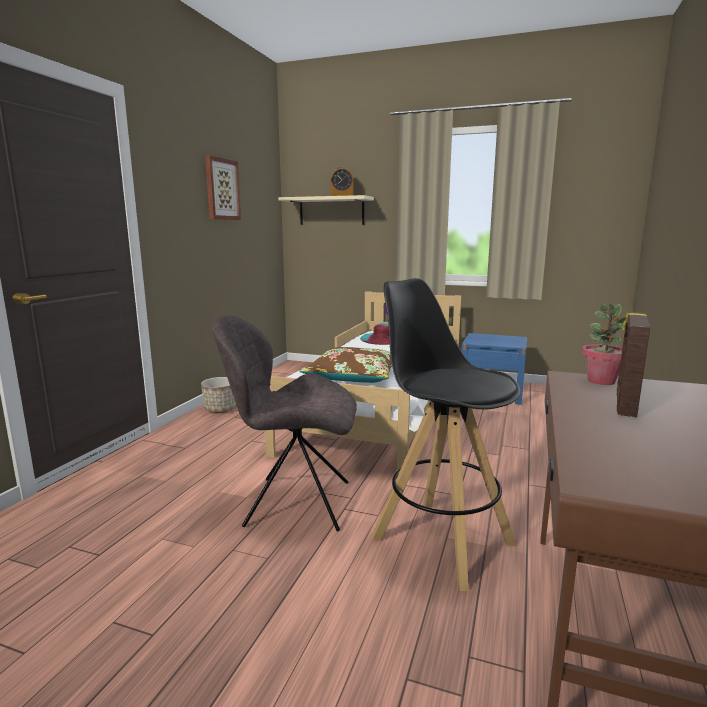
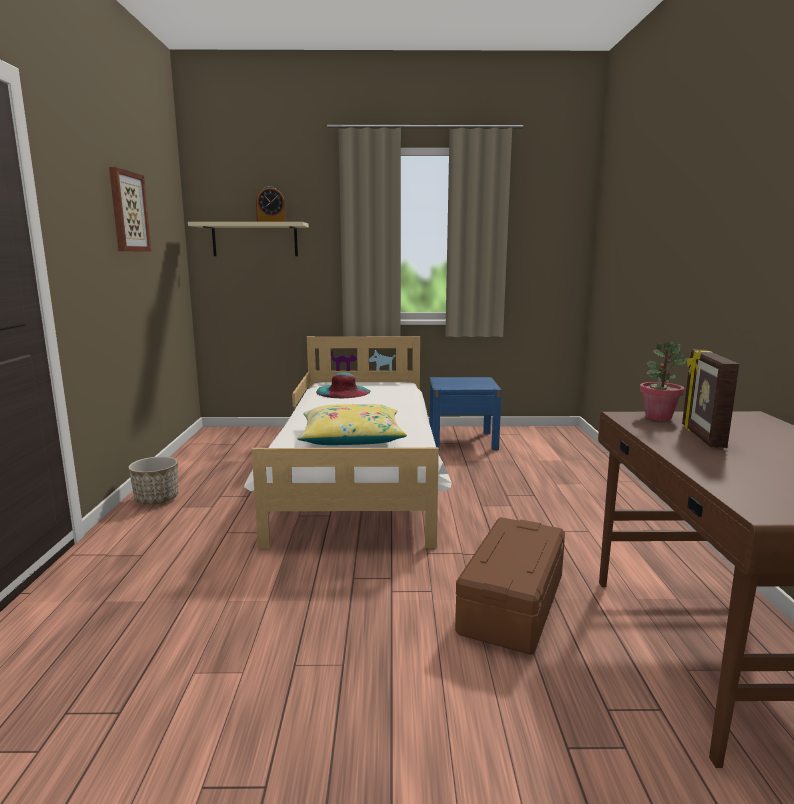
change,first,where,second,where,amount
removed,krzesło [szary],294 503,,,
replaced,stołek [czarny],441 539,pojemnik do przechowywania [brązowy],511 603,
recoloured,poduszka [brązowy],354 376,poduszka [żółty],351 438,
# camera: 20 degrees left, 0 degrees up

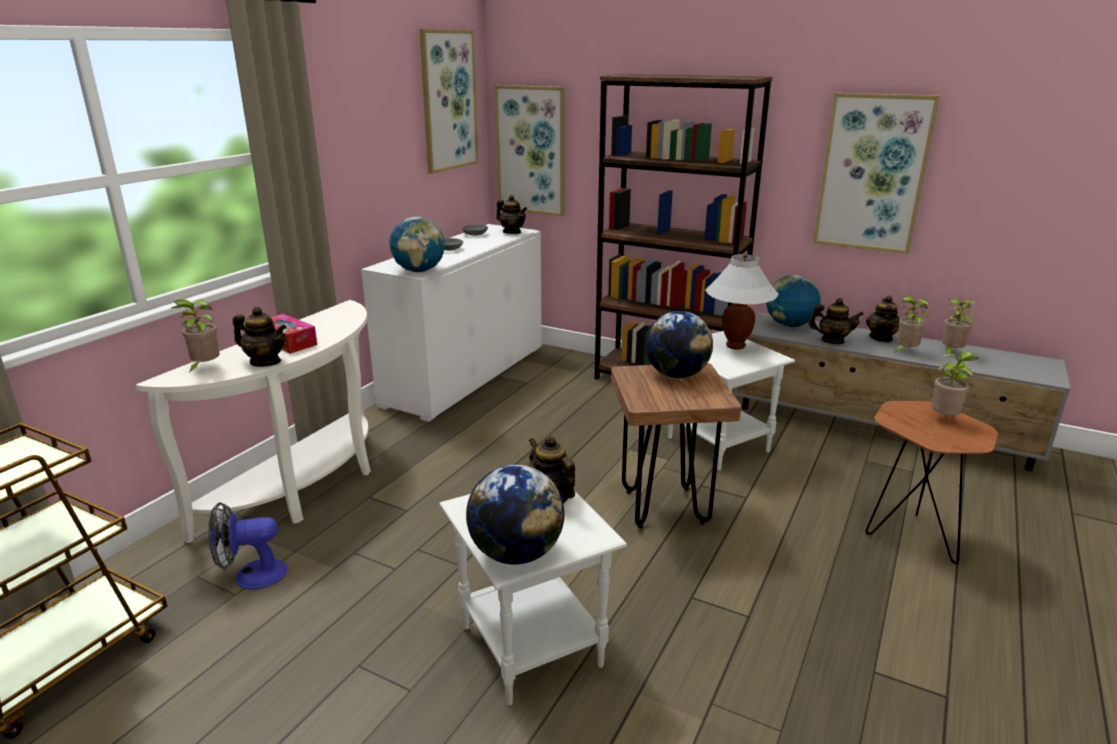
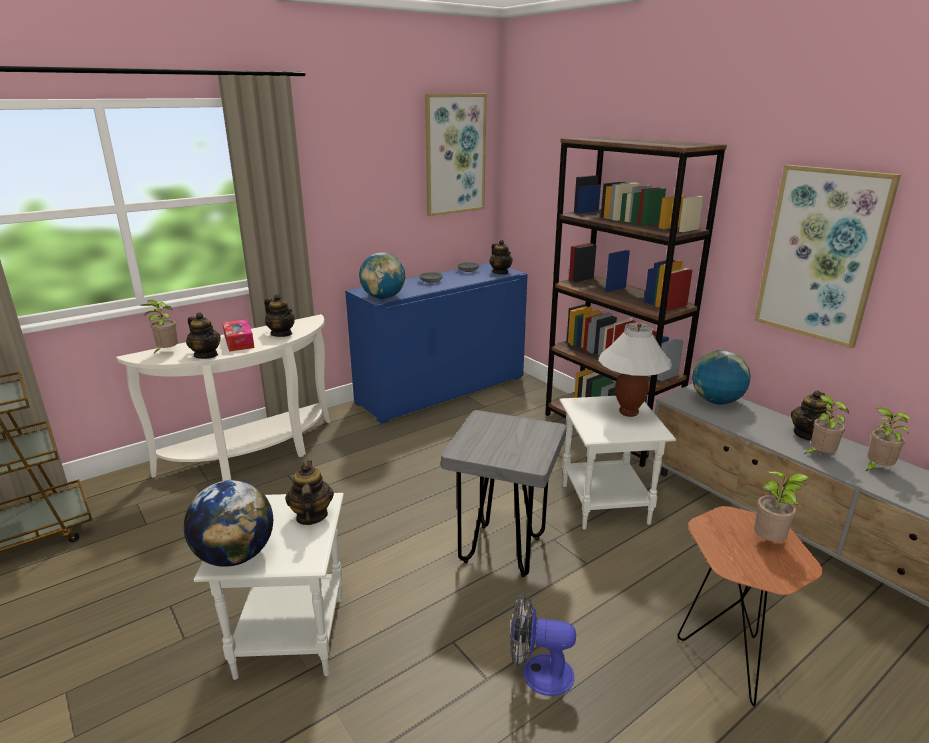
change,first,where,second,where,amount
removed,obraz,531 150,,,
removed,globus,676 374,,,
moved,wentylator,251 575,,538 673,
moved,imbryk,832 341,,281 334,
recoloured,szafka [biały],466 375,szafka [niebieski],442 390,
recoloured,stołek [brązowy],664 507,stołek [szary],502 550,
# camera: 25 degrees right, 0 degrees up

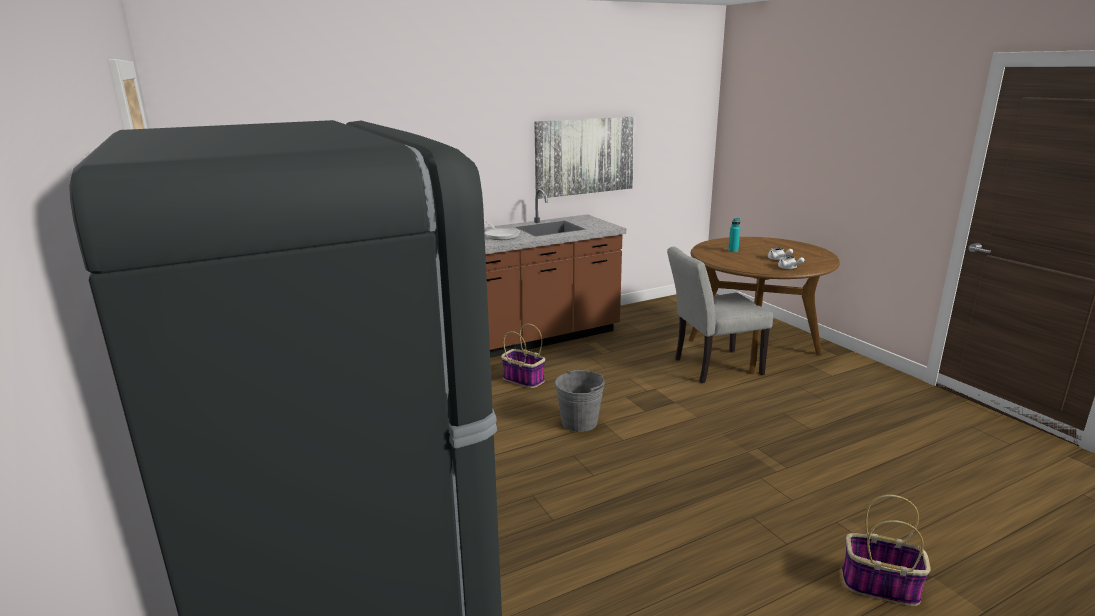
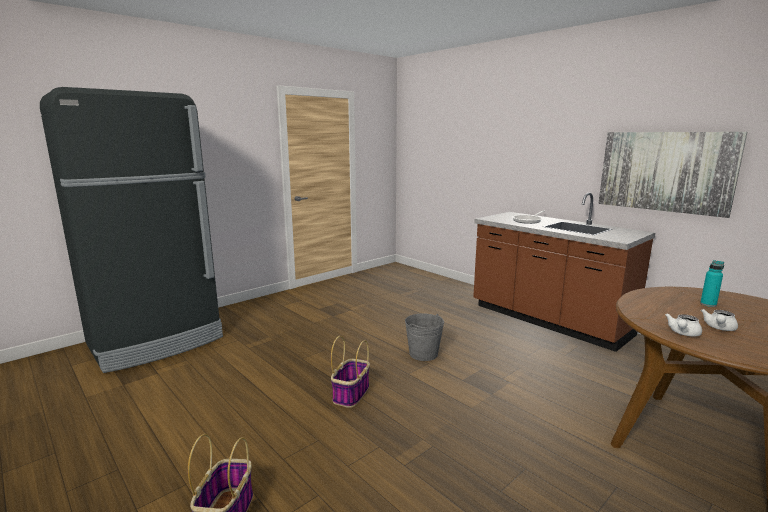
change,first,where,second,where,amount
removed,krzesło [szary],711 367,,,
moved,koszyk,522 379,,351 393,
# camera: 75 degrees right, 5 degrees down

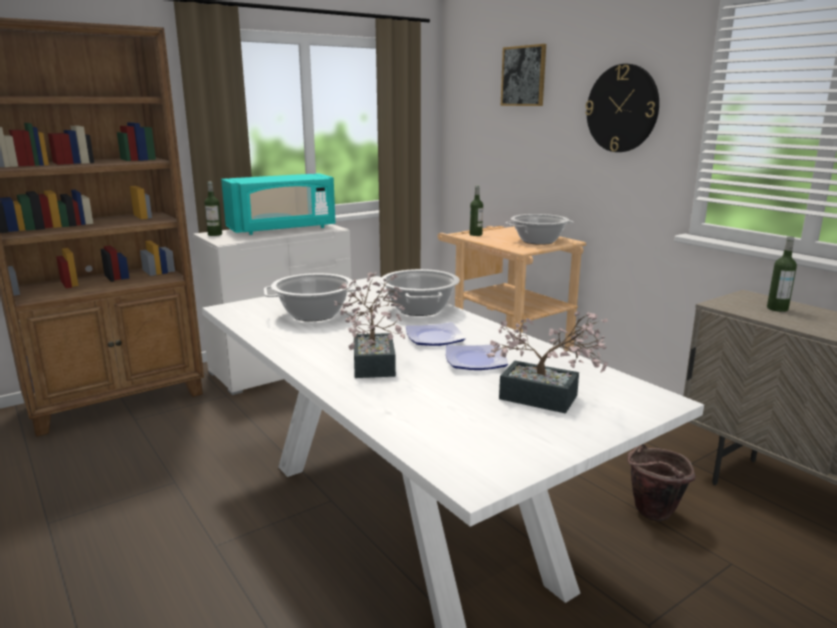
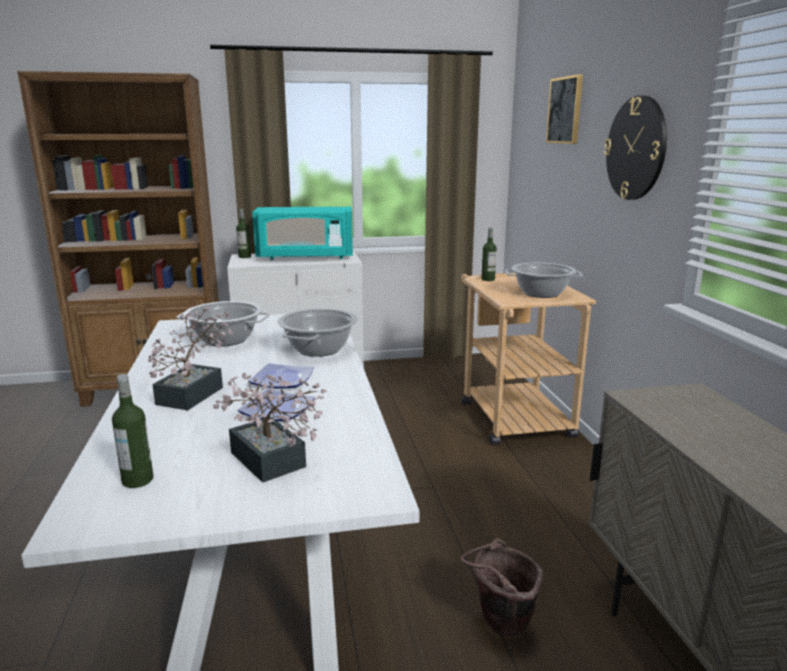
change,first,where,second,where,amount
moved,butelka,777 308,,137 480,
# camera: 25 degrees right, 0 degrees up

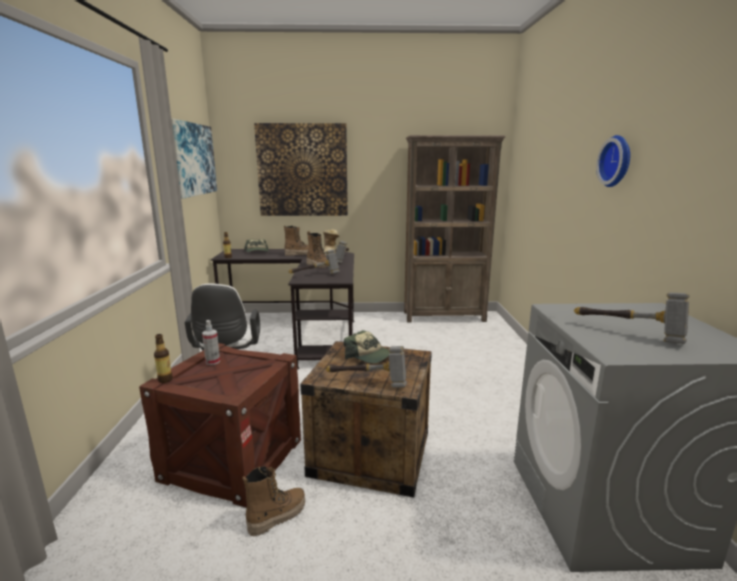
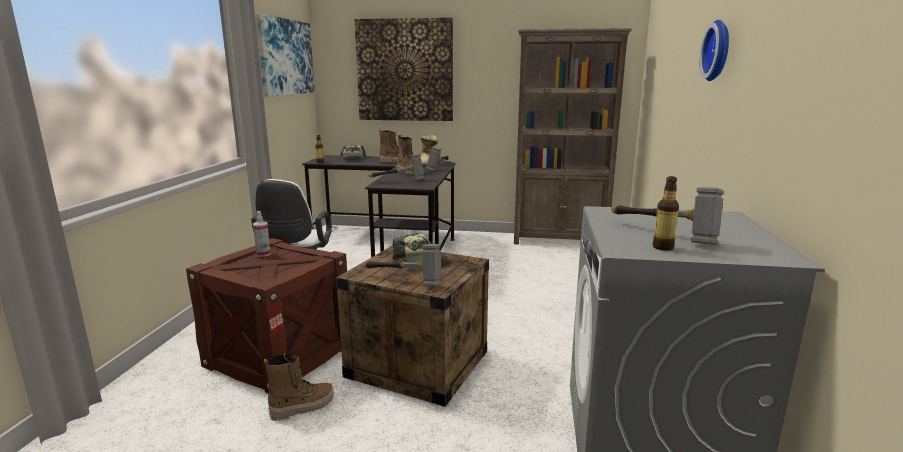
change,first,where,second,where,amount
moved,butelka,165 380,,663 247,
# camera: 10 degrees right, 0 degrees up

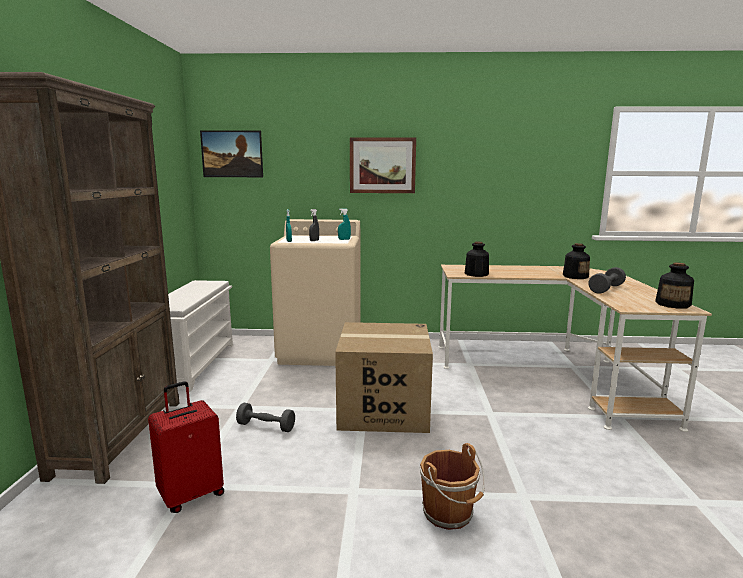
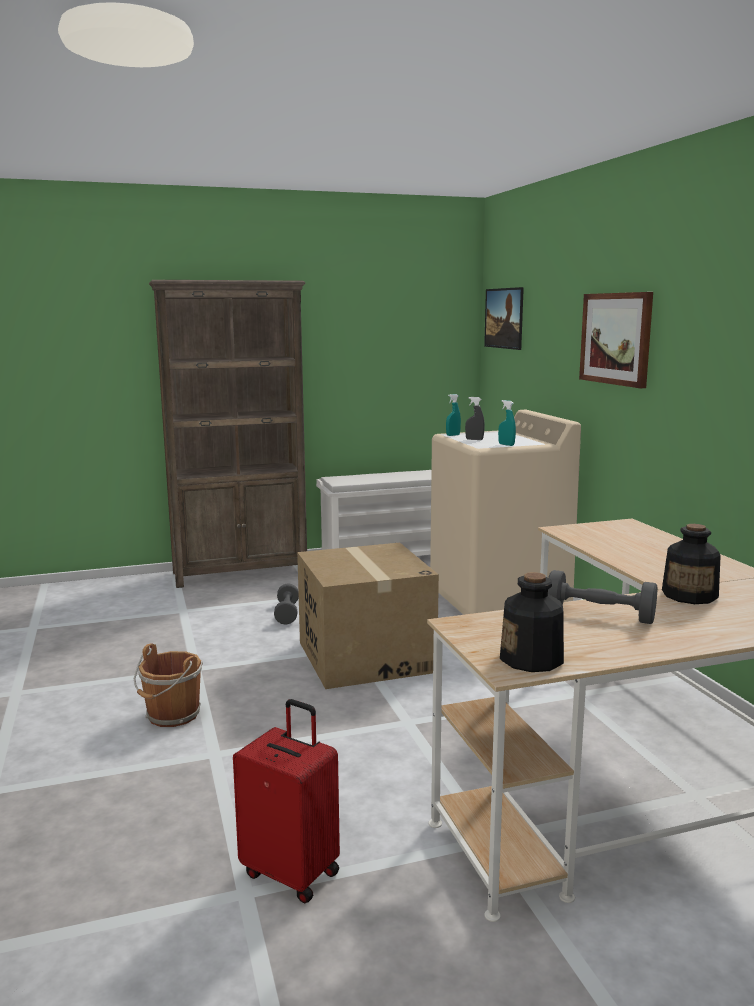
change,first,where,second,where,amount
removed,butelka,476 274,,,
moved,walizka [czerwony],191 495,,292 872,
# camera: 70 degrees right, 0 degrees up

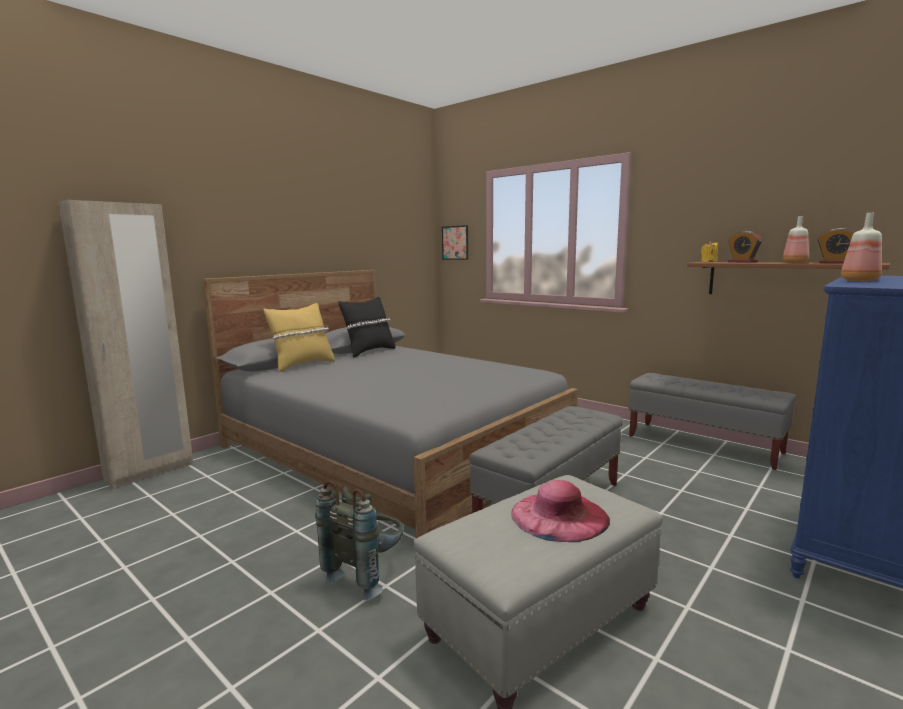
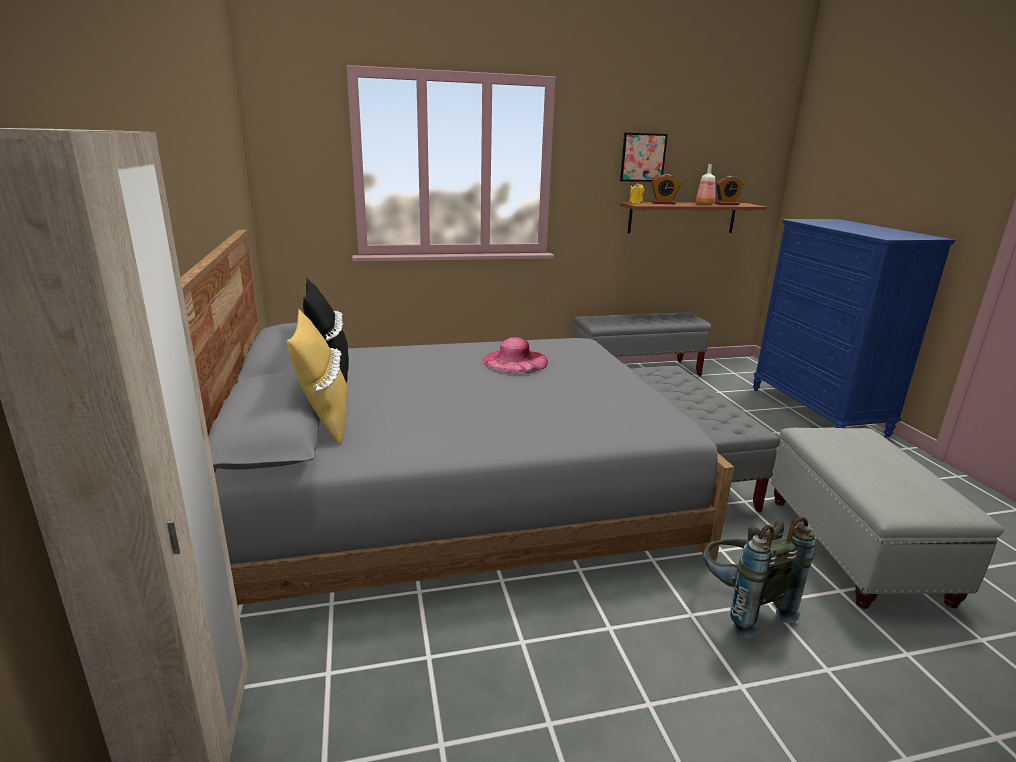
change,first,where,second,where,amount
removed,butelka,859 280,,,
moved,obraz,455 242,,643 157,
moved,kapelusz [różowy],559 515,,515 361,
# camera: 55 degrees left, 10 degrees up

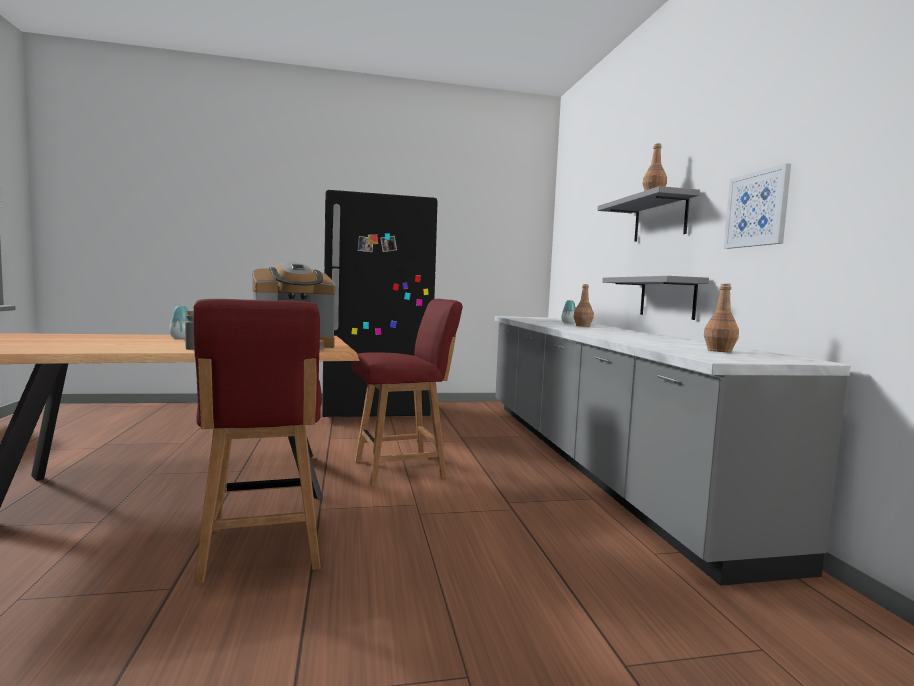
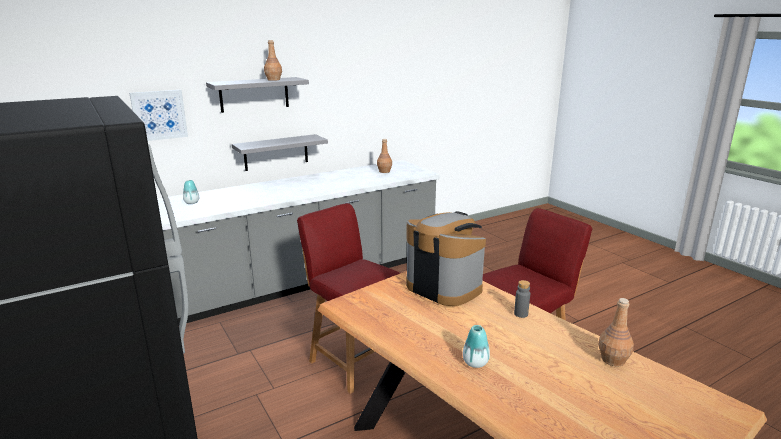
change,first,where,second,where,amount
moved,butelka [brązowy],583 326,,612 359,
moved,obraz,757 209,,159 115,
# camera: 110 degrees left, 15 degrees up

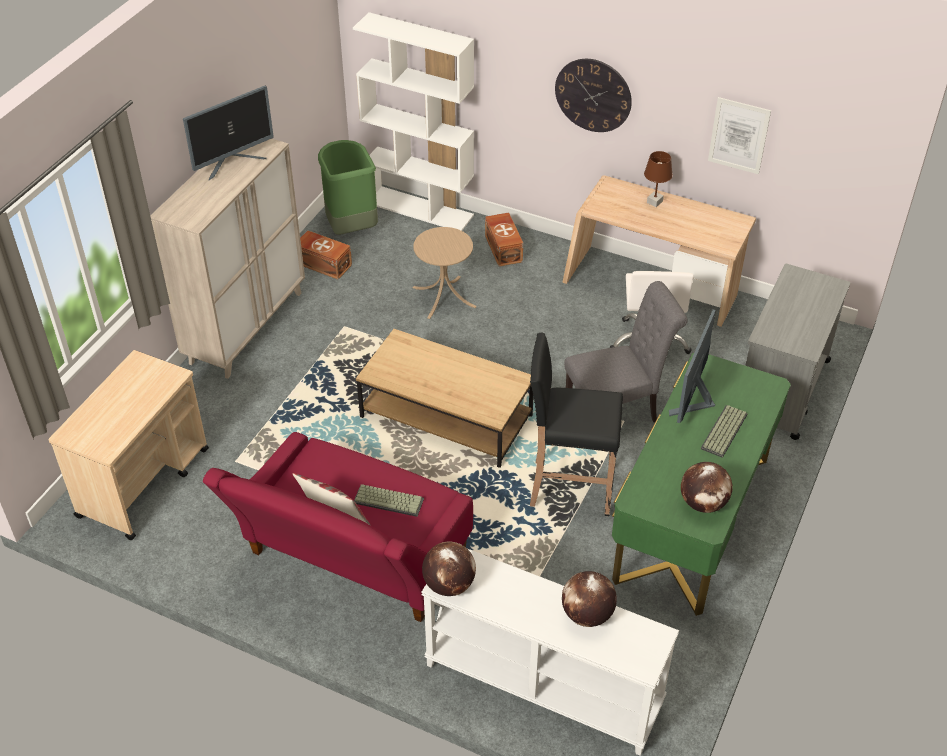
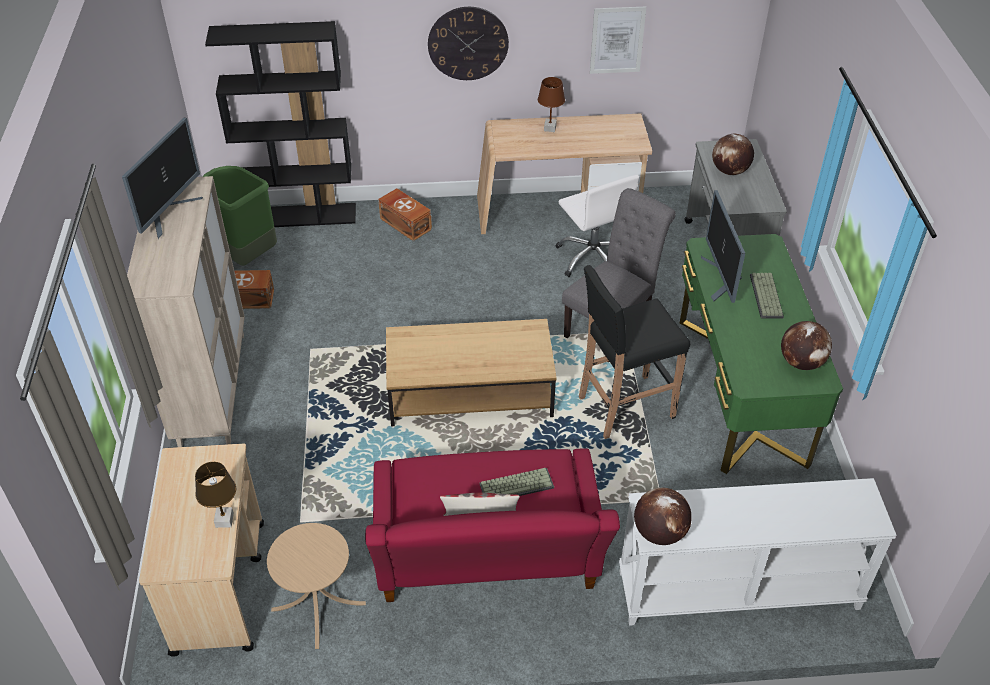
change,first,where,second,where,amount
added,,,lampa stołowa [brązowy],225 520,
moved,stolik [beżowy],444 297,,318 606,
moved,globus,587 615,,730 171,
recoloured,regał [biały],420 209,regał [czarny],301 215,
# camera: 30 degrees left, 0 degrees up

